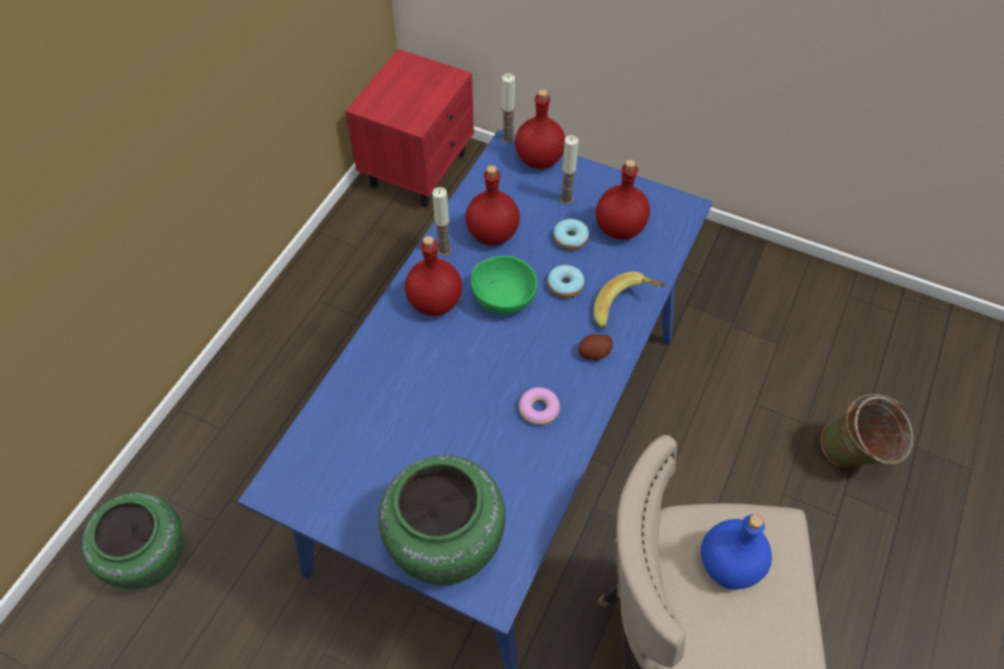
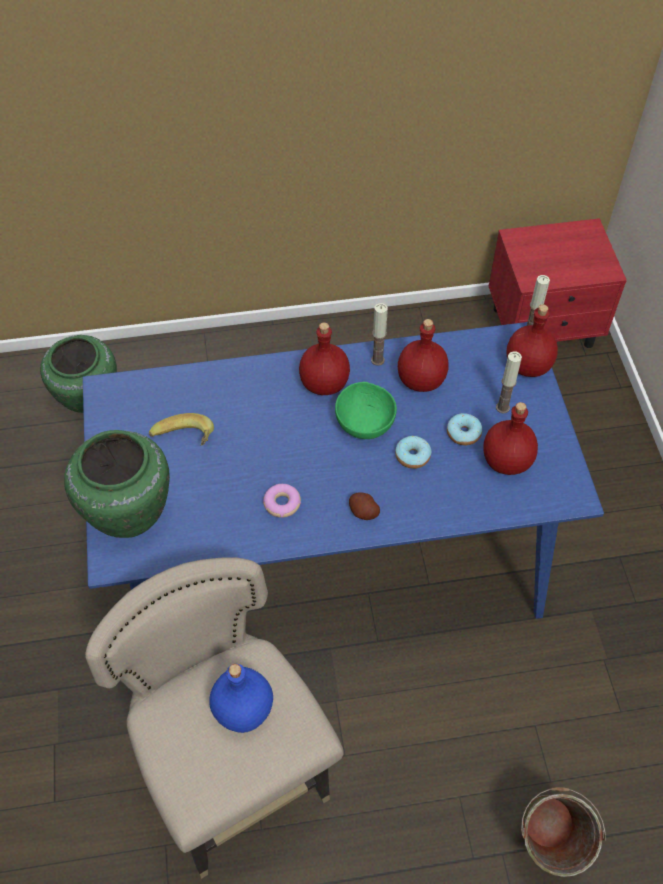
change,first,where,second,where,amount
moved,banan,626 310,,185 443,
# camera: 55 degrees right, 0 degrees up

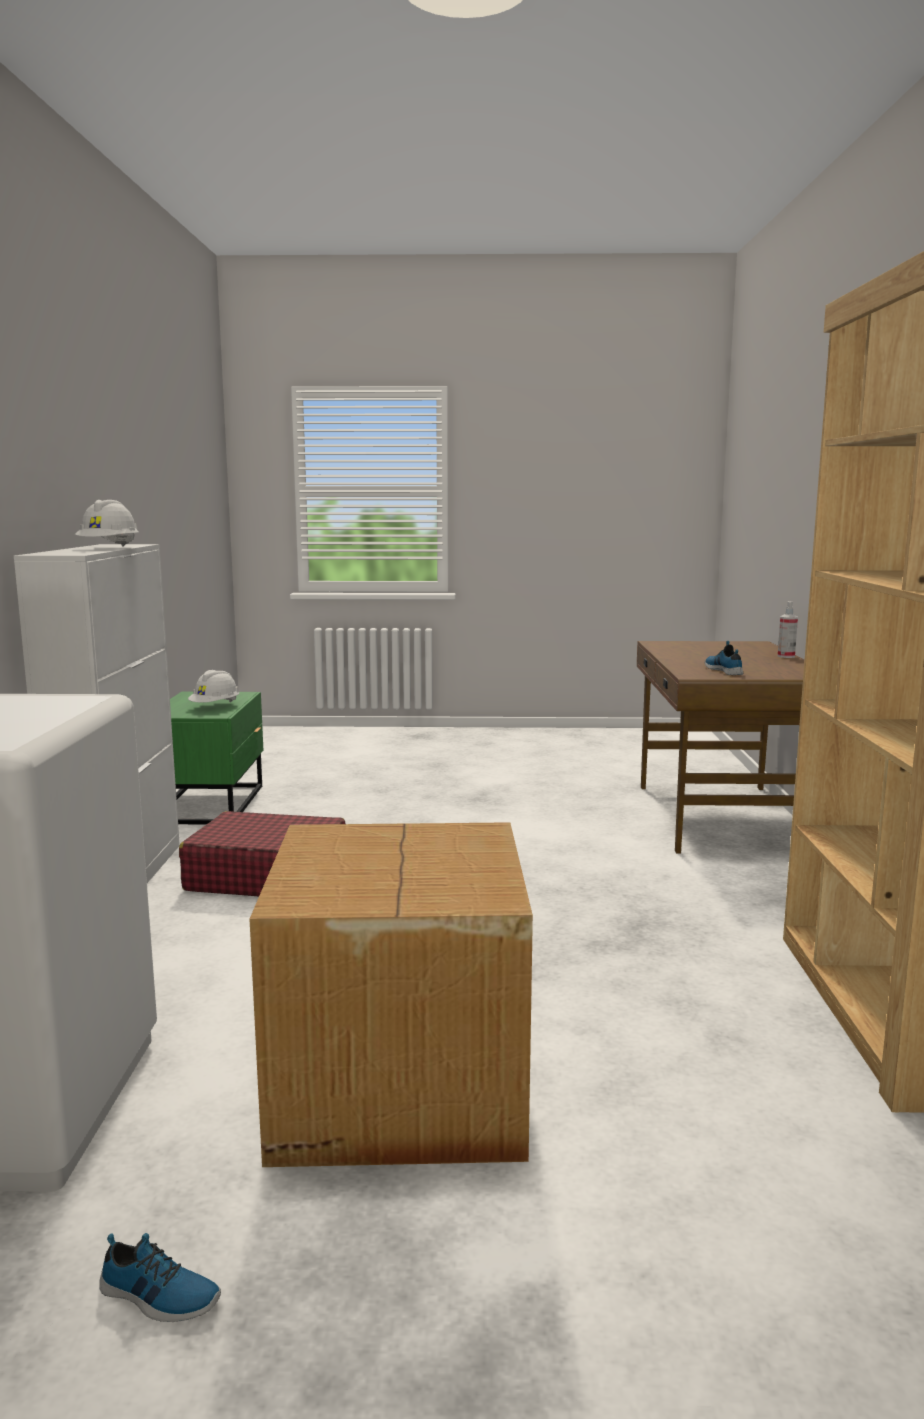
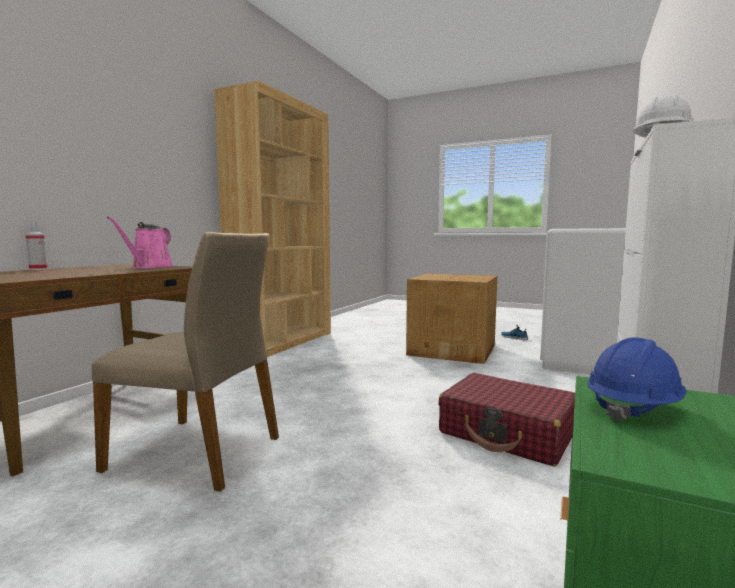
change,first,where,second,where,amount
added,,,krzesło [beżowy],198 452,
replaced,but,724 670,konewka [różowy],149 267,
recoloured,kask [biały],215 707,kask [niebieski],633 408,
# camera: 155 degrees left, 5 degrees down

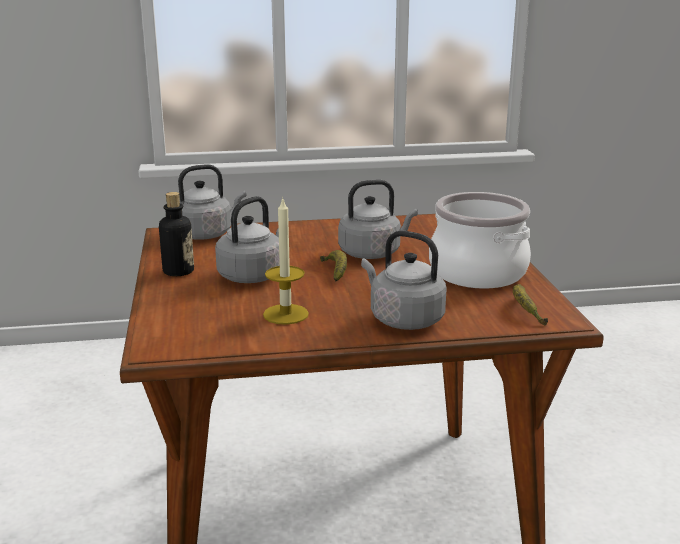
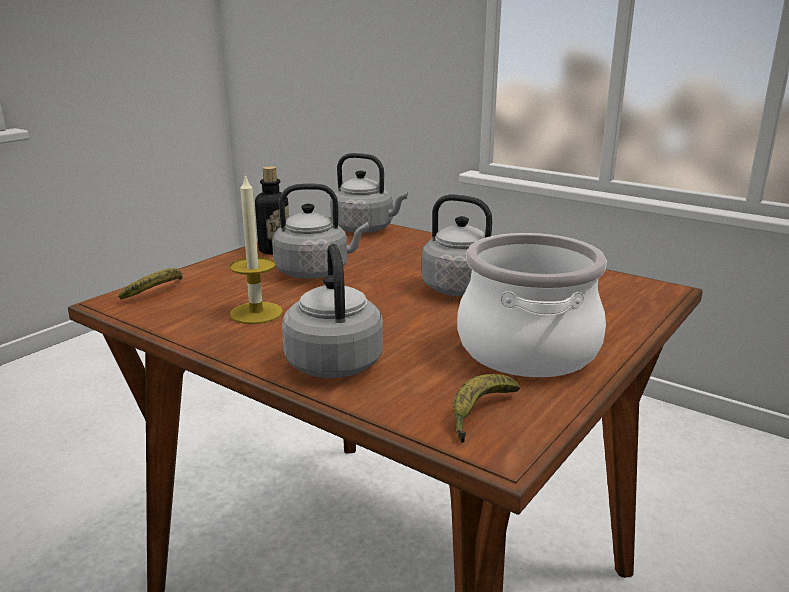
change,first,where,second,where,amount
moved,banan,335 272,,158 292,
# camera: 45 degrees right, 0 degrees up

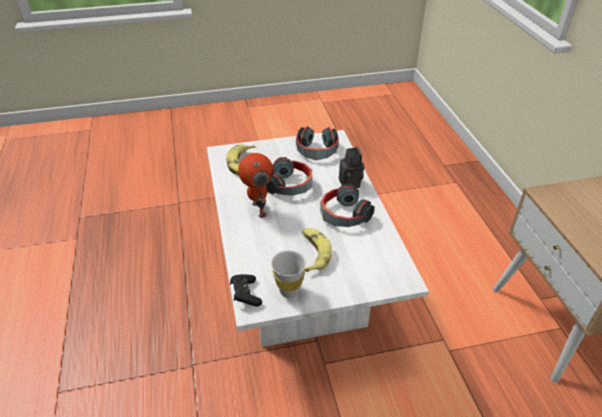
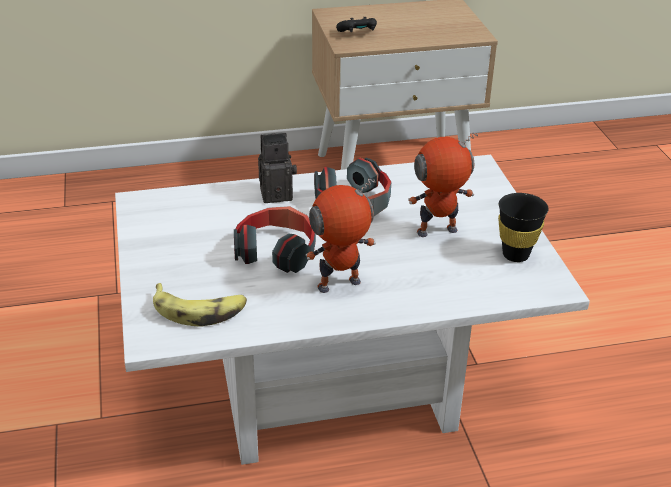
change,first,where,second,where,amount
removed,słuchawki,316 151,,,
moved,pad do gier [czarny],245 295,,358 33,
replaced,banan,313 253,robot zabawkowy,437 232,
recoloured,filiżanka [biały],289 291,filiżanka [czarny],515 255,
# camera: 90 degrees left, 5 degrees down

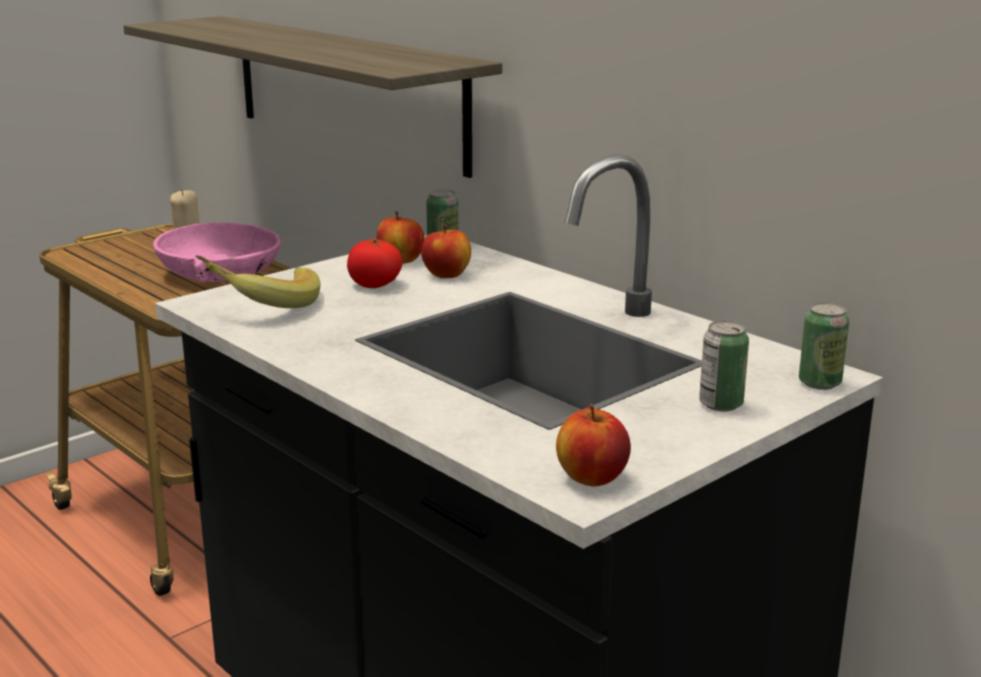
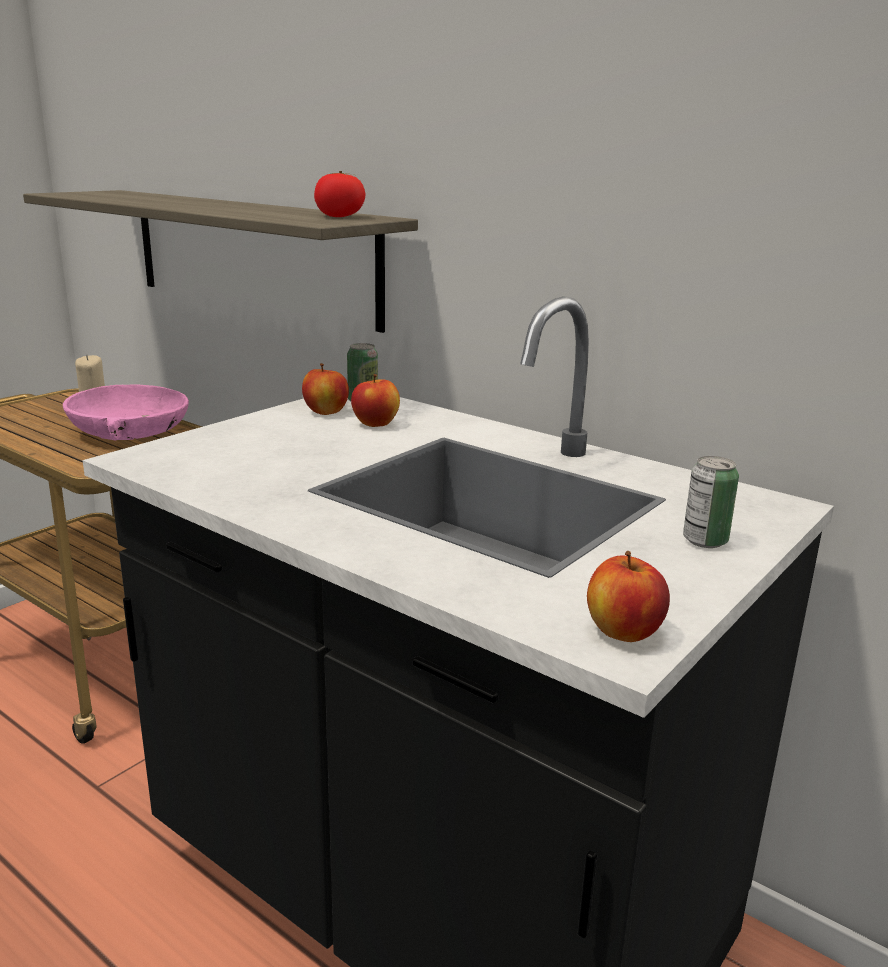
change,first,where,second,where,amount
removed,banan,262 305,,,
removed,puszka,819 383,,,
moved,pomidor,375 285,,340 216,
# camera: 10 degrees left, 0 degrees up

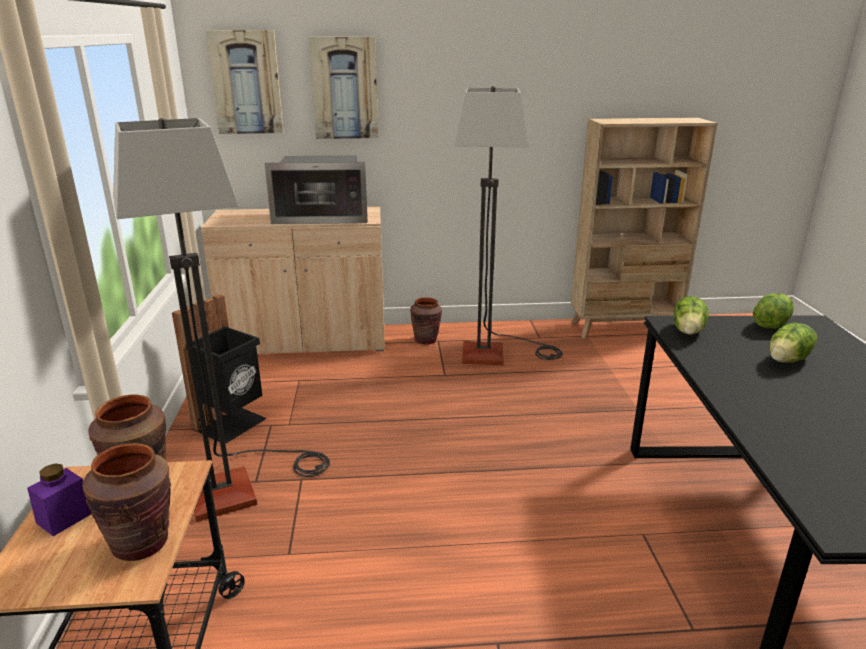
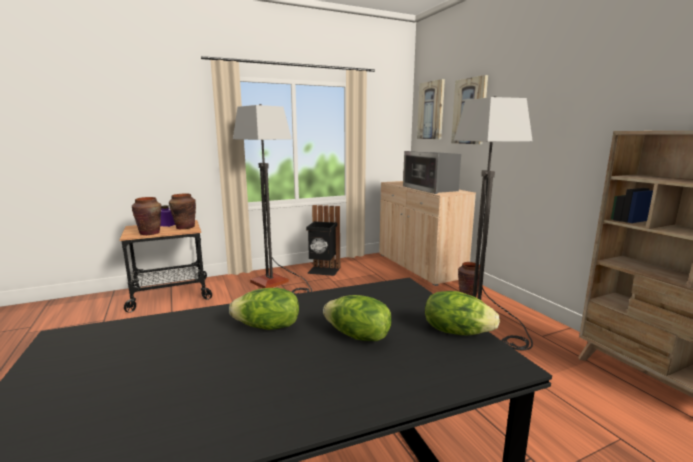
change,first,where,second,where,amount
moved,sałata,689 331,,267 327,
# camera: 70 degrees right, 10 degrees down

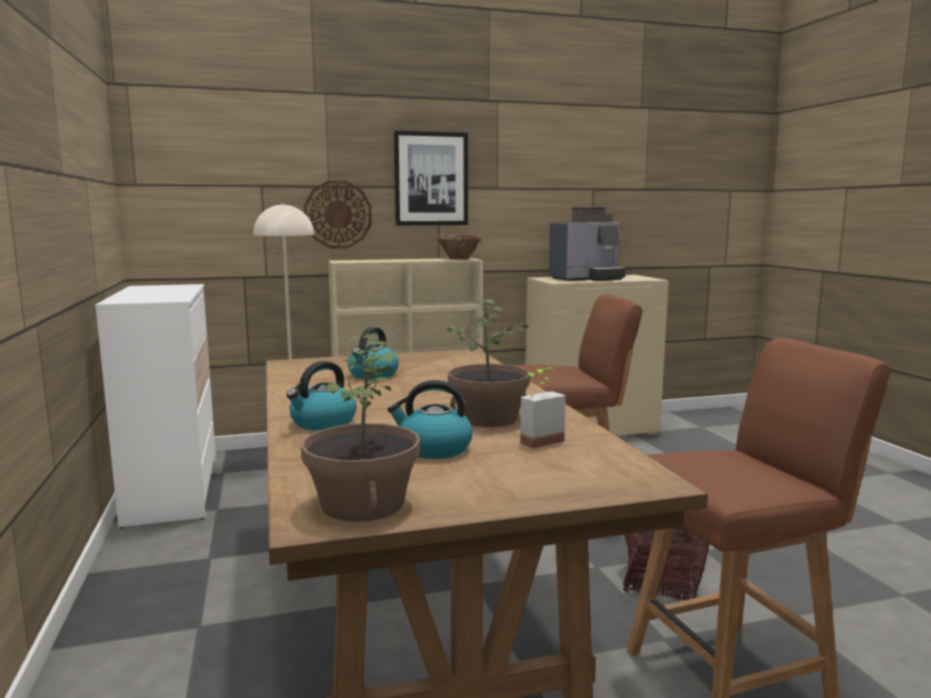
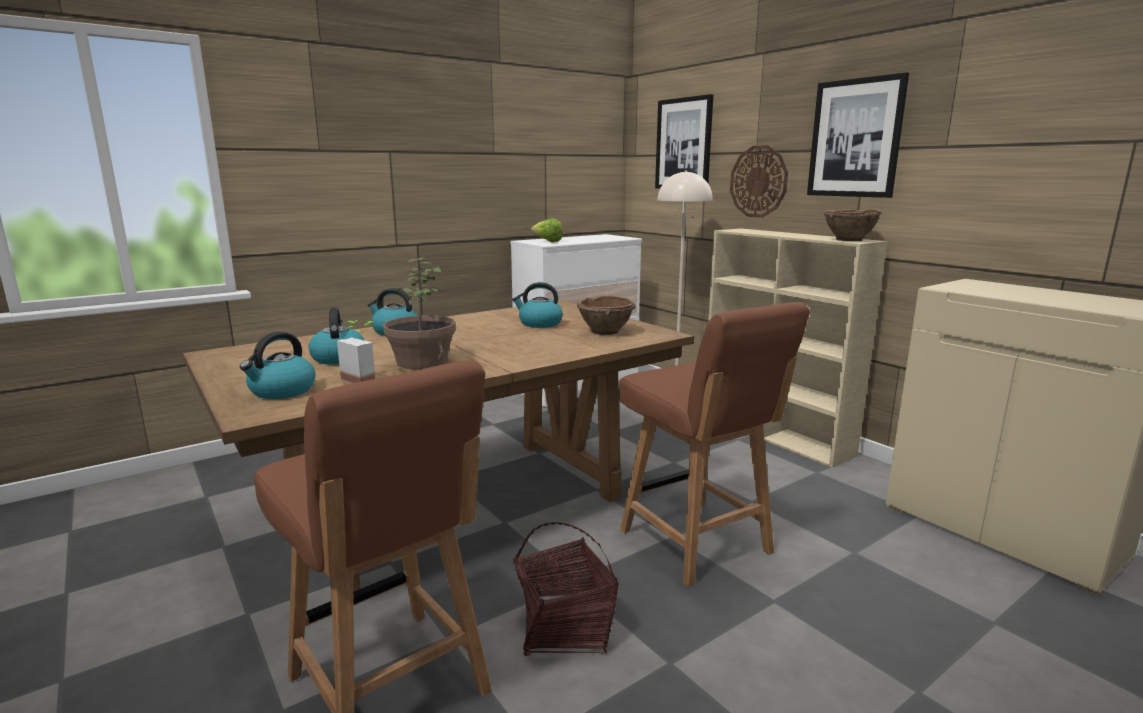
change,first,where,second,where,amount
removed,roślina doniczkowa,361 504,,,
removed,ekspres do kawy,587 278,,,
added,,,czajnik,282 391,
added,,,sałata,547 241,
added,,,miska [brązowy],605 332,
added,,,obraz,684 144,
# camera: 70 degrees right, 5 degrees up

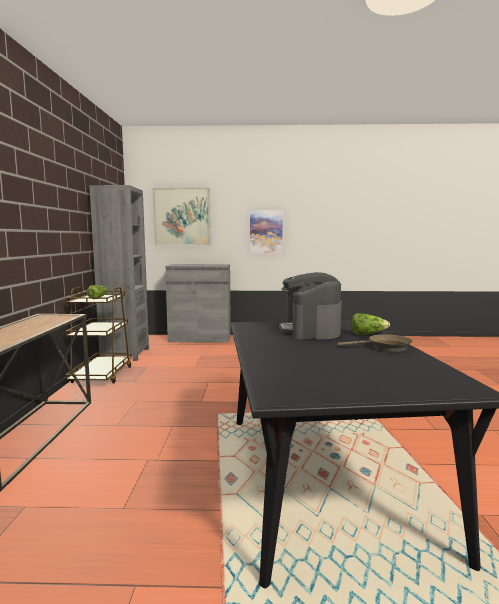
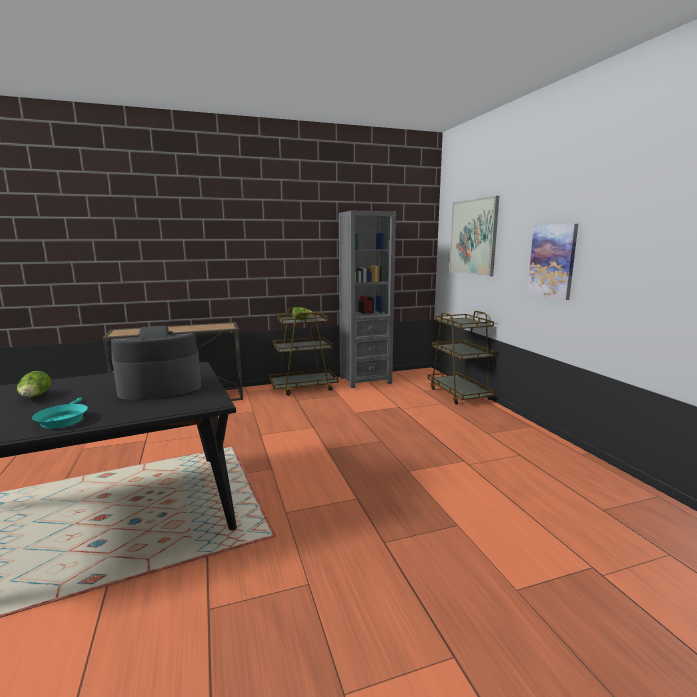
change,first,where,second,where,amount
moved,sałata,368 334,,35 397,
replaced,szafka [szary],200 338,wózek [brązowy],459 394,
recoloured,patelnia [brązowy],385 347,patelnia [turkusowy],63 419,
# camera: 70 degrees right, 5 degrees up

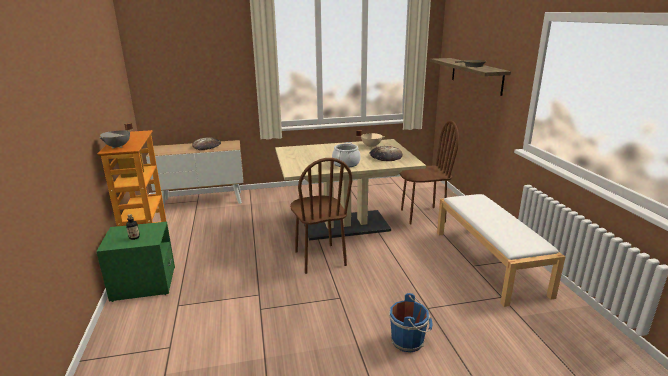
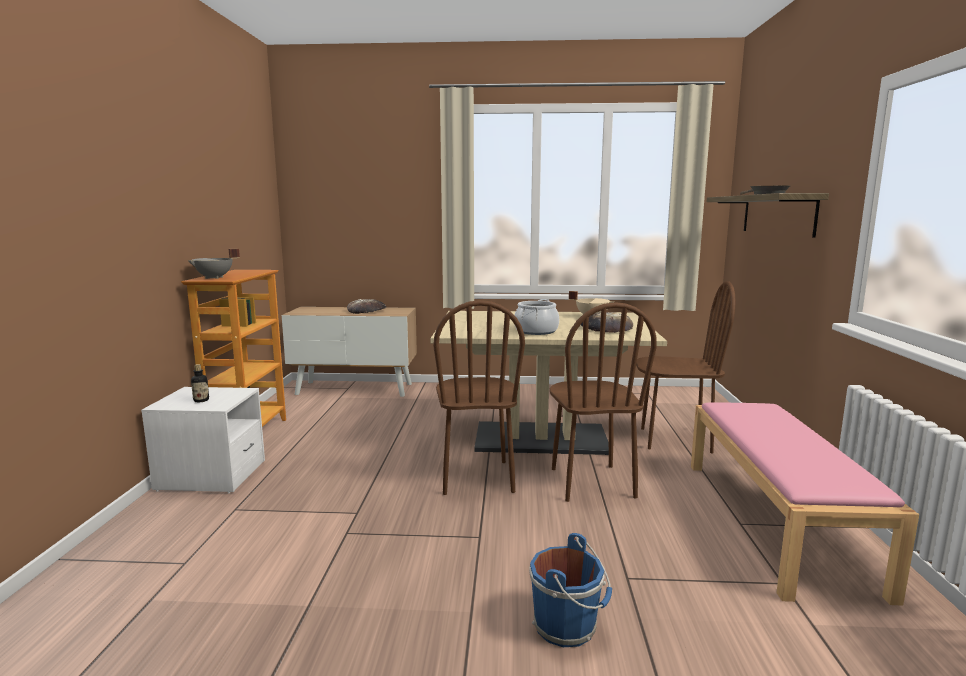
change,first,where,second,where,amount
added,,,krzesło [brązowy],591 483,
recoloured,szafka nocna [zielony],144 284,szafka nocna [biały],211 476,
recoloured,ławka [biały],489 262,ławka [różowy],776 522,
# camera: 15 degrees right, 10 degrees down

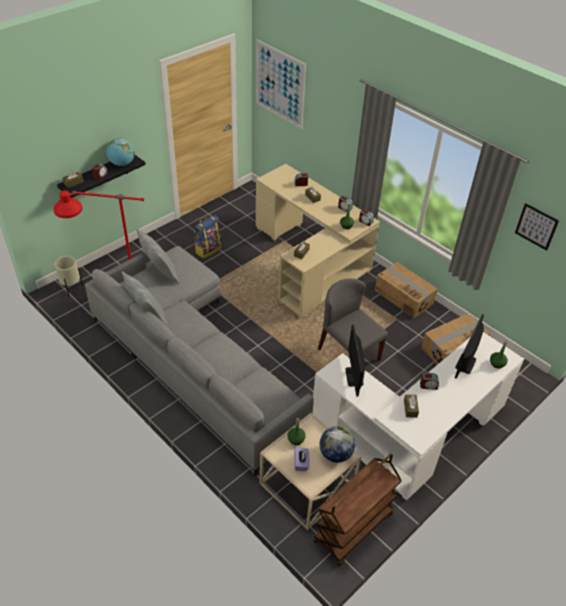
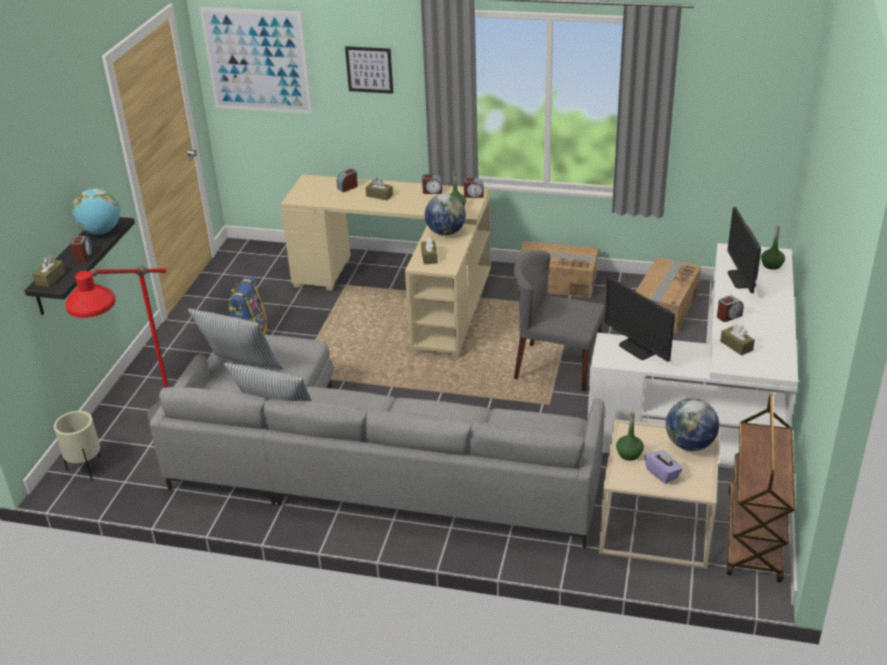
change,first,where,second,where,amount
added,,,globus,445 232,
moved,obraz,536 226,,369 69,
# camera: 30 degrees left, 10 degrees down

